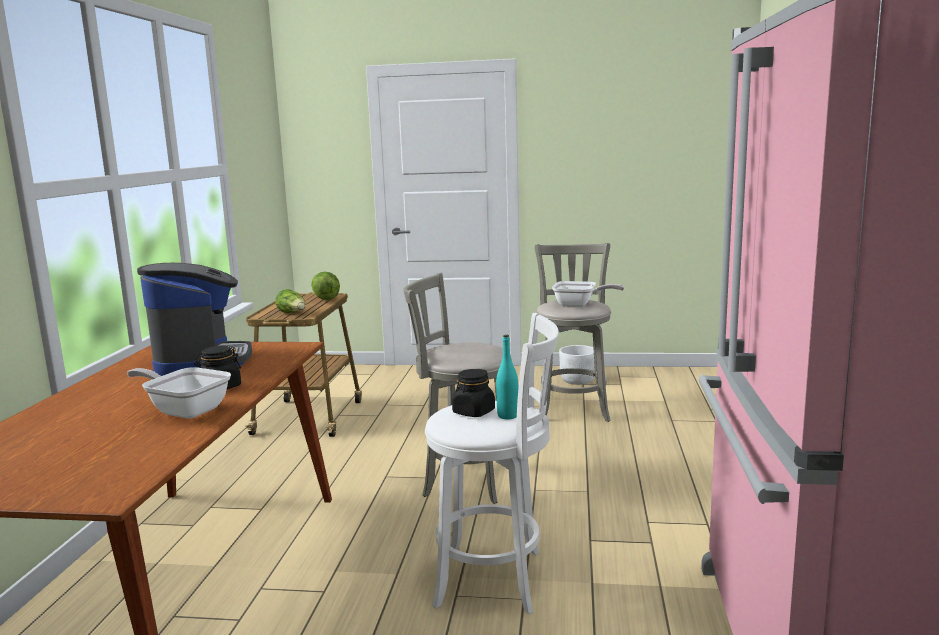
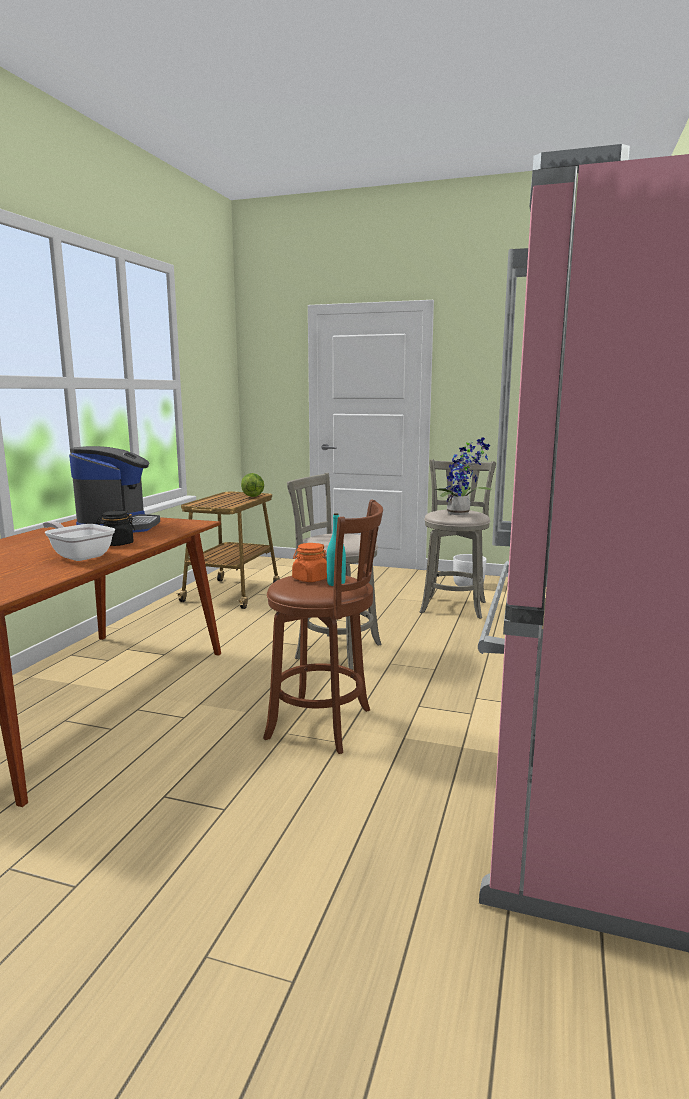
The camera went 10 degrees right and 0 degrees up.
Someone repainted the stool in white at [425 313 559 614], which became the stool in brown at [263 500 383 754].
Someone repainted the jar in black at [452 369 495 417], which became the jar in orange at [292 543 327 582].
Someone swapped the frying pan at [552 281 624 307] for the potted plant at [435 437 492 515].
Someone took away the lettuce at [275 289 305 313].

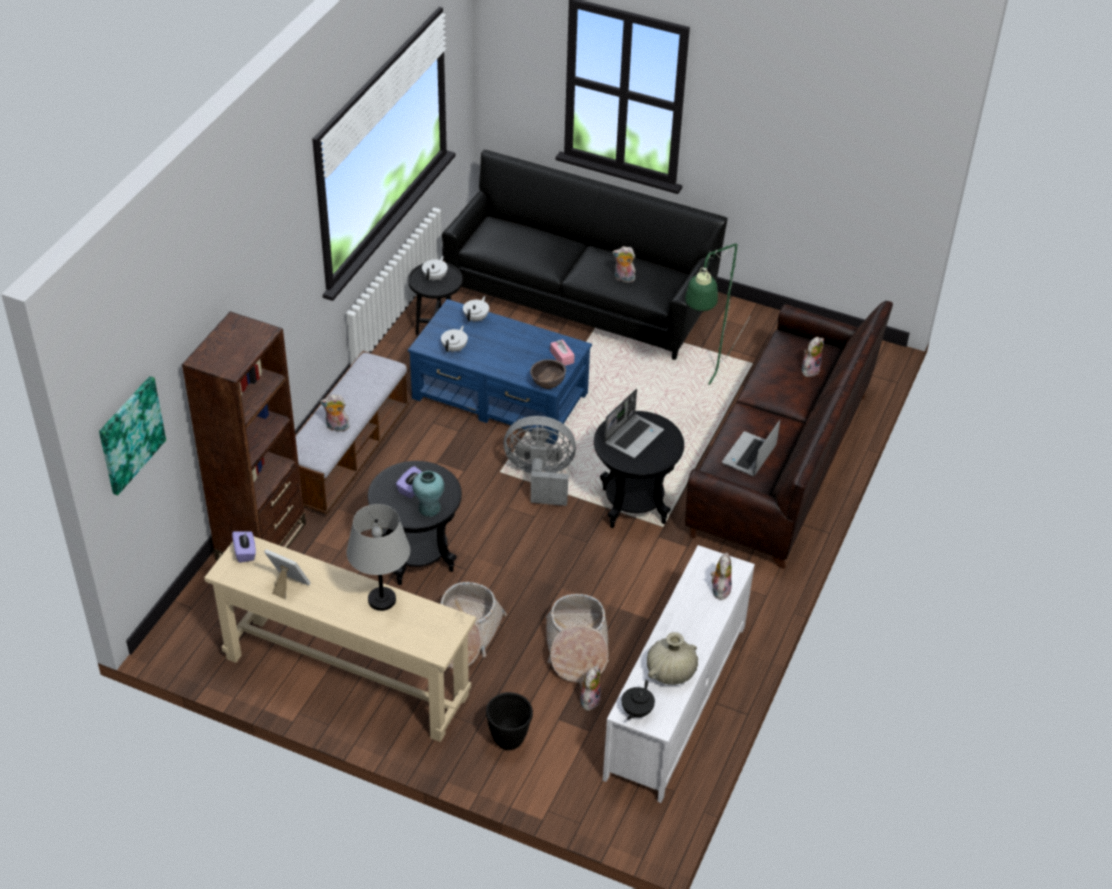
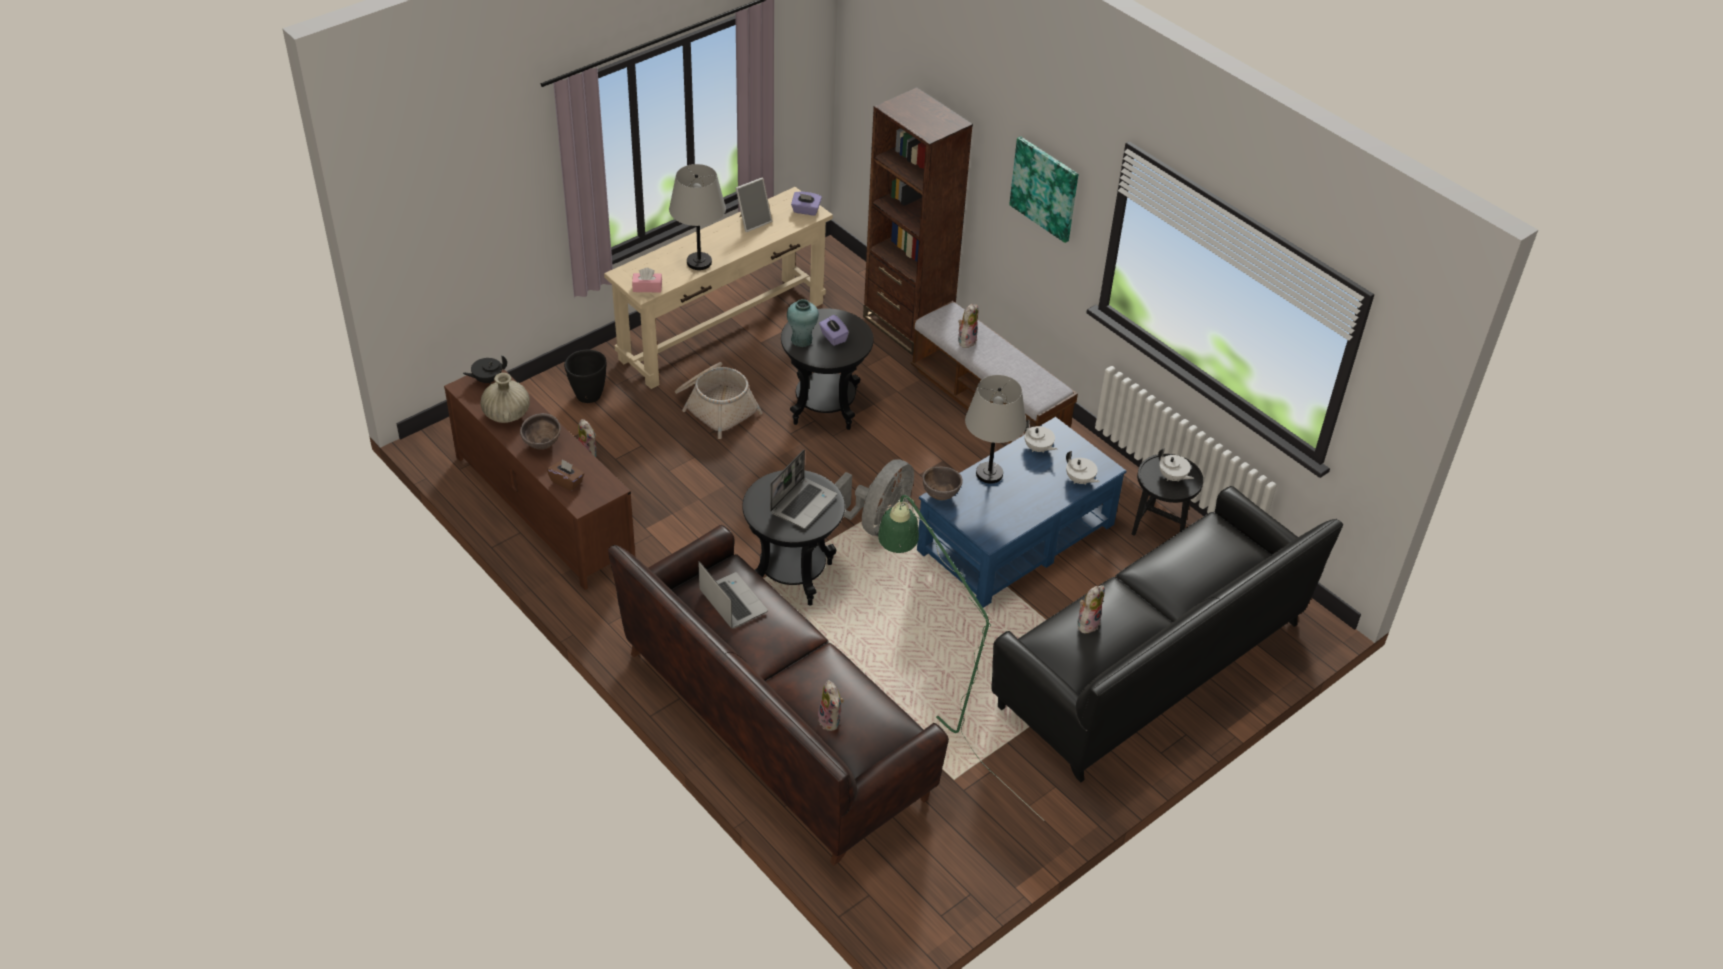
The camera went 115 degrees right and 0 degrees up.
Someone repainted the tv stand in white at [603 545 755 803], which became the tv stand in brown at [444 369 635 590].
Someone rotated the teapot in black at [622 680 655 720] by 75 degrees counterclockwise.
Someone put down the bowl in brown at [520 413 561 449].
Someone swapped the plush toy at [711 553 732 600] for the tissue box in brown at [547 459 584 491].
Someone carried the tissue box in pink from [550 339 574 366] to [632 268 662 292].
Someone rotated the laptop at [604 389 664 458] by 120 degrees counterclockwise.
Someone put down the table lamp in grey at [965 375 1027 484].
Someone carried the picture from [99 376 166 496] to [1009 136 1078 243].
Someone took away the basket at [546 594 609 683].

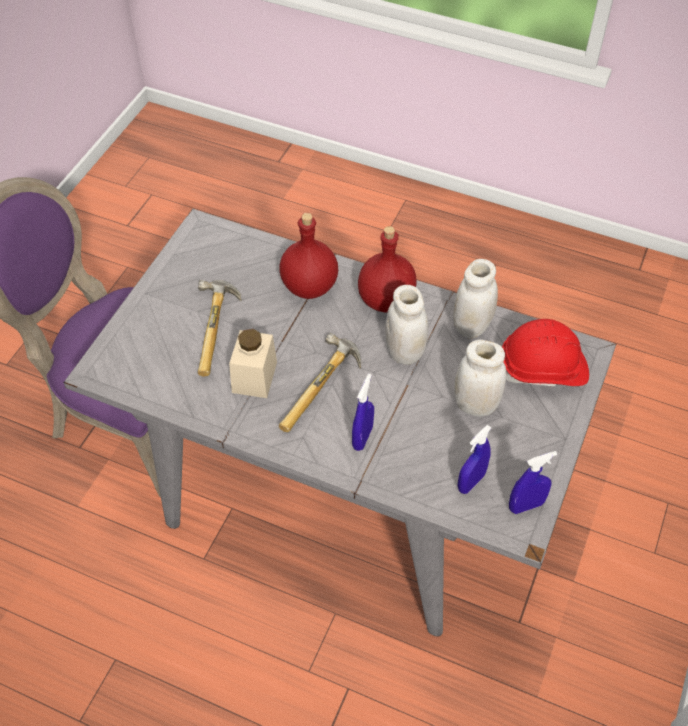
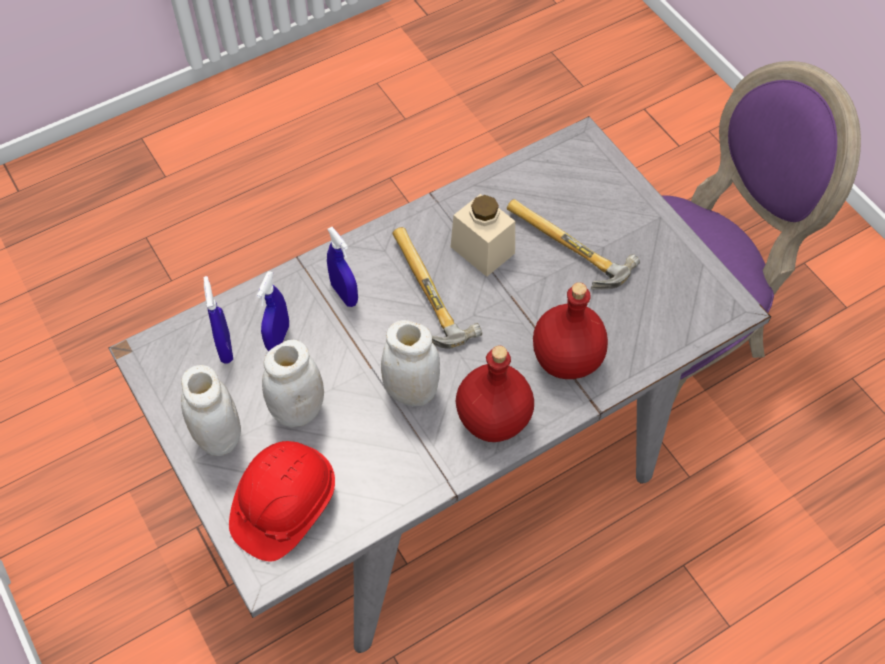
The camera went 125 degrees right and 5 degrees up.
Someone carried the jar in white from [453 259 498 339] to [181 365 241 456].
Someone carried the spray bottle in blue from [509 451 557 514] to [257 271 289 351].

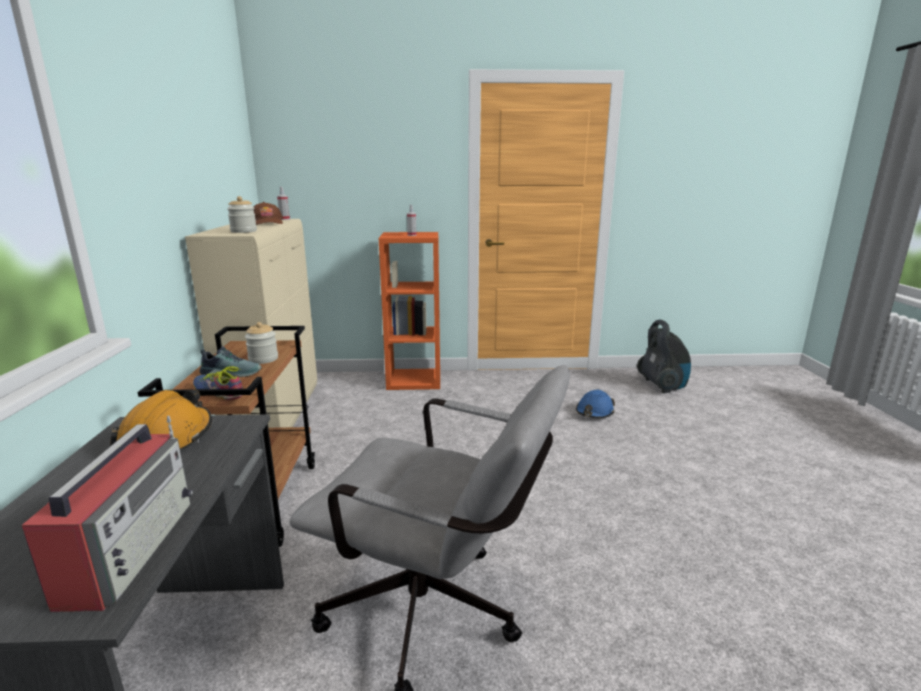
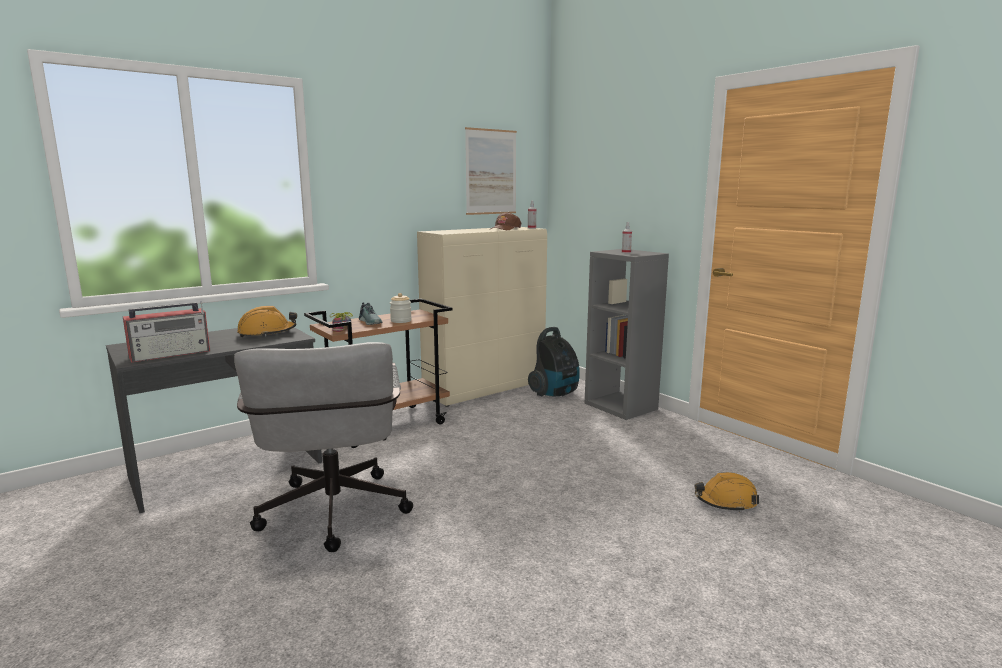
The camera went 55 degrees right and 5 degrees down.
Someone put up the picture at [465 127 517 215].
Someone carried the vacuum cleaner from [637 320 691 393] to [528 327 580 396].
Someone repainted the bookcase in orange at [379 232 440 390], which became the bookcase in grey at [585 249 669 420].
Someone repainted the hard hat in blue at [576 390 615 418], which became the hard hat in orange at [694 472 759 512].
Someone took away the jar at [227 196 257 233].

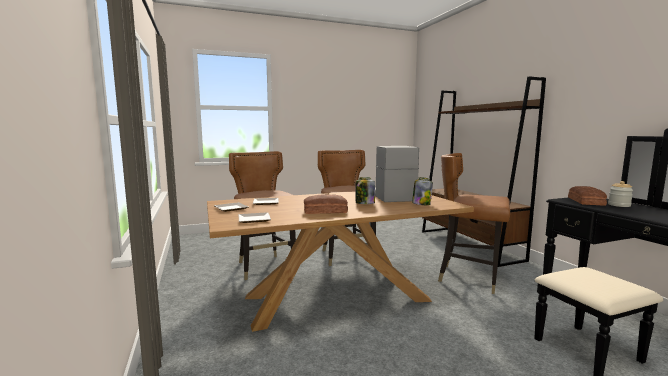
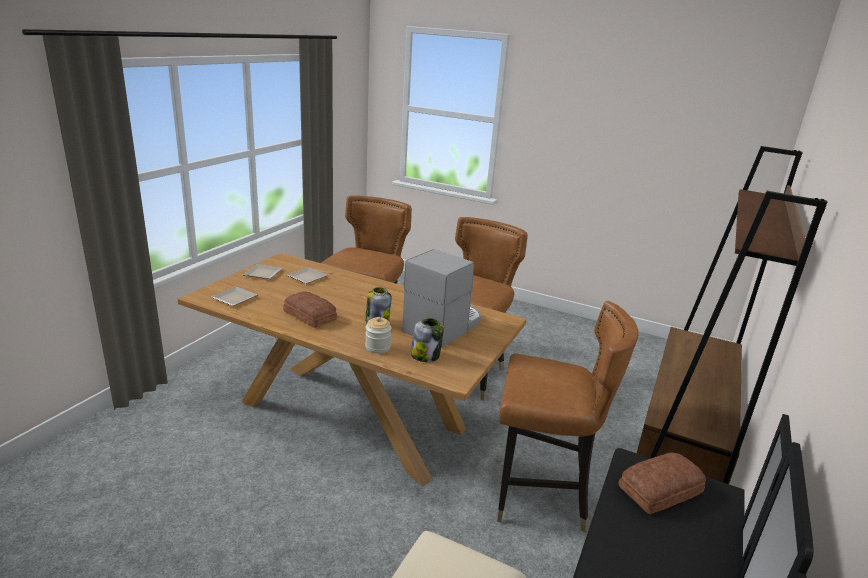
The camera went 45 degrees right and 15 degrees up.
Someone carried the jar from [608 181 633 207] to [365 317 391 354].
Someone rotated the chair in brown at [438 153 510 294] by 120 degrees clockwise.

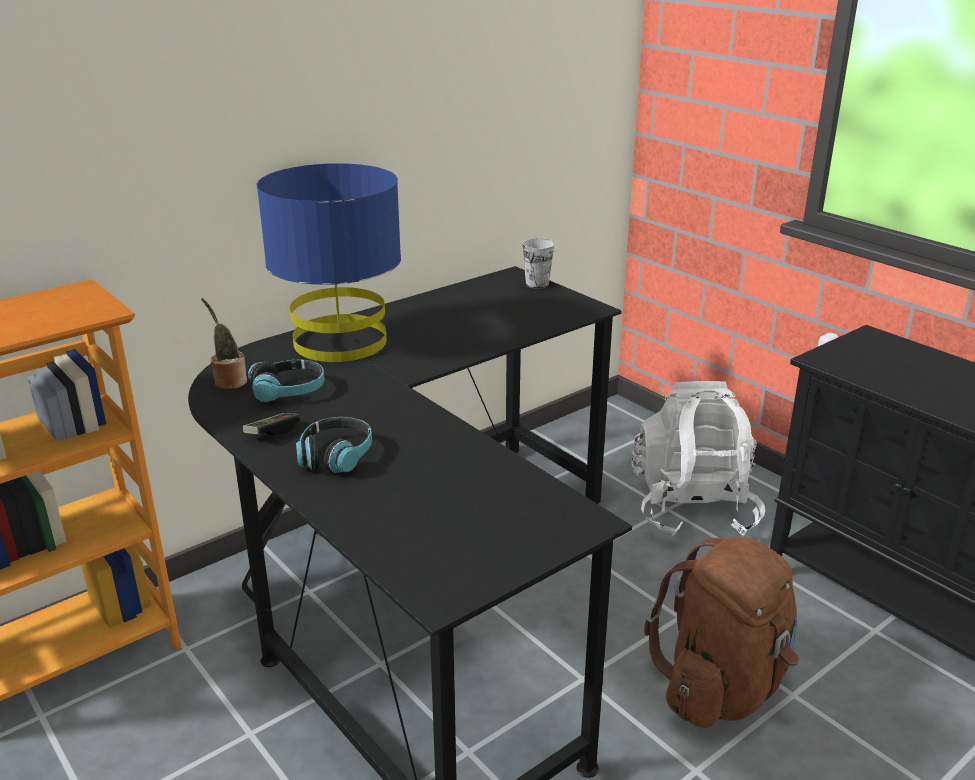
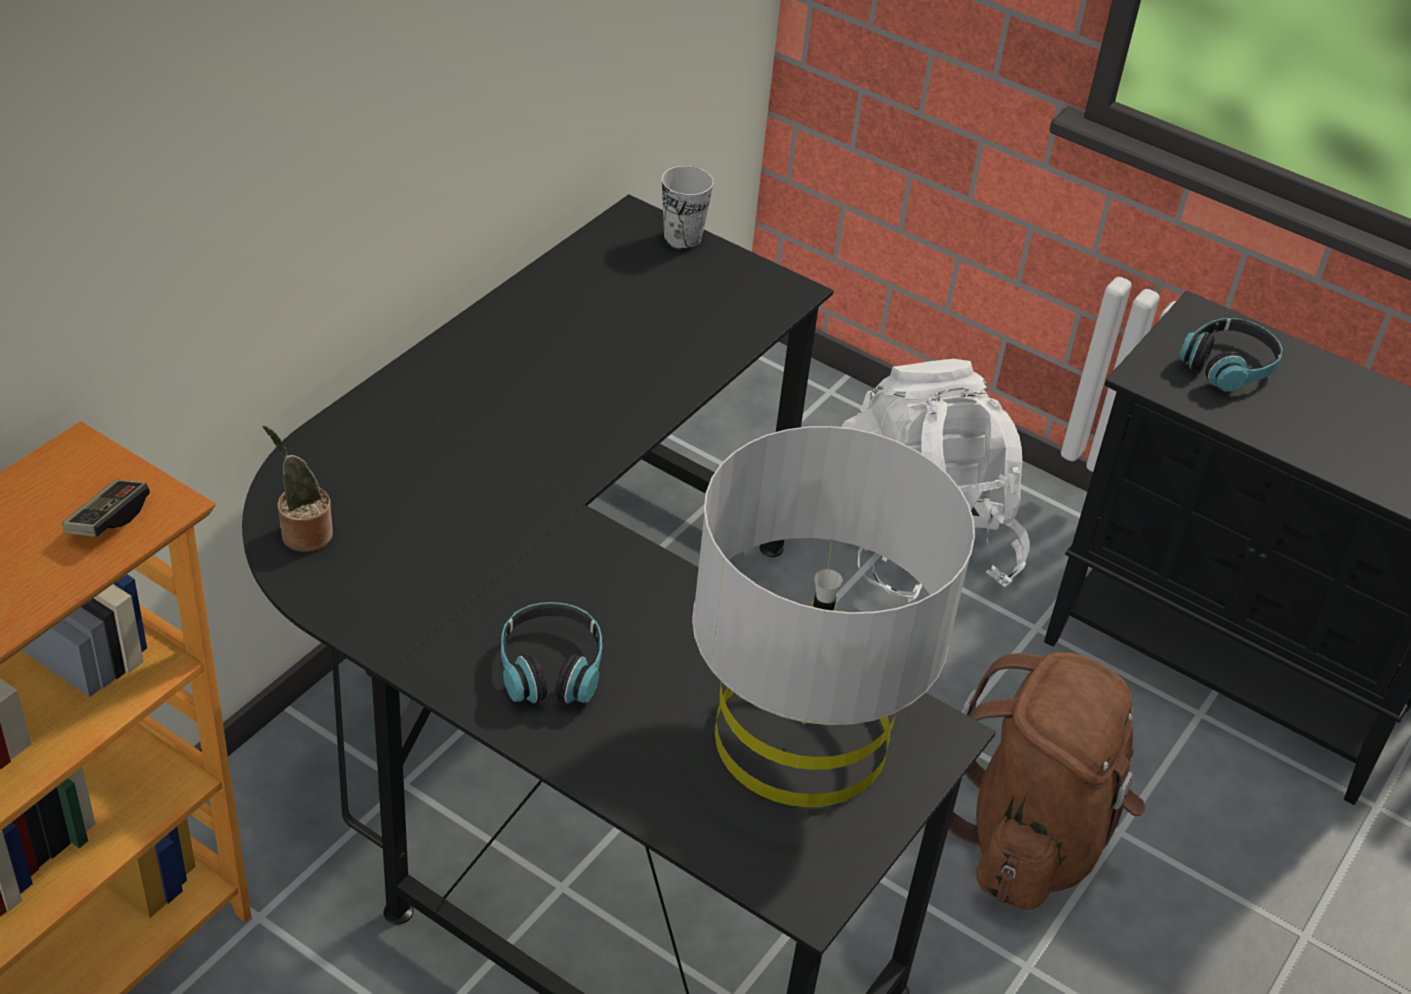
The camera went 20 degrees left and 15 degrees up.
Someone carried the game controller from [243 413 300 435] to [62 480 150 537].
Someone put down the table lamp in grey at [692 426 975 807].
Someone carried the headphones from [248 359 325 402] to [1179 318 1283 392].
Someone took away the table lamp in blue at [257 163 401 362].

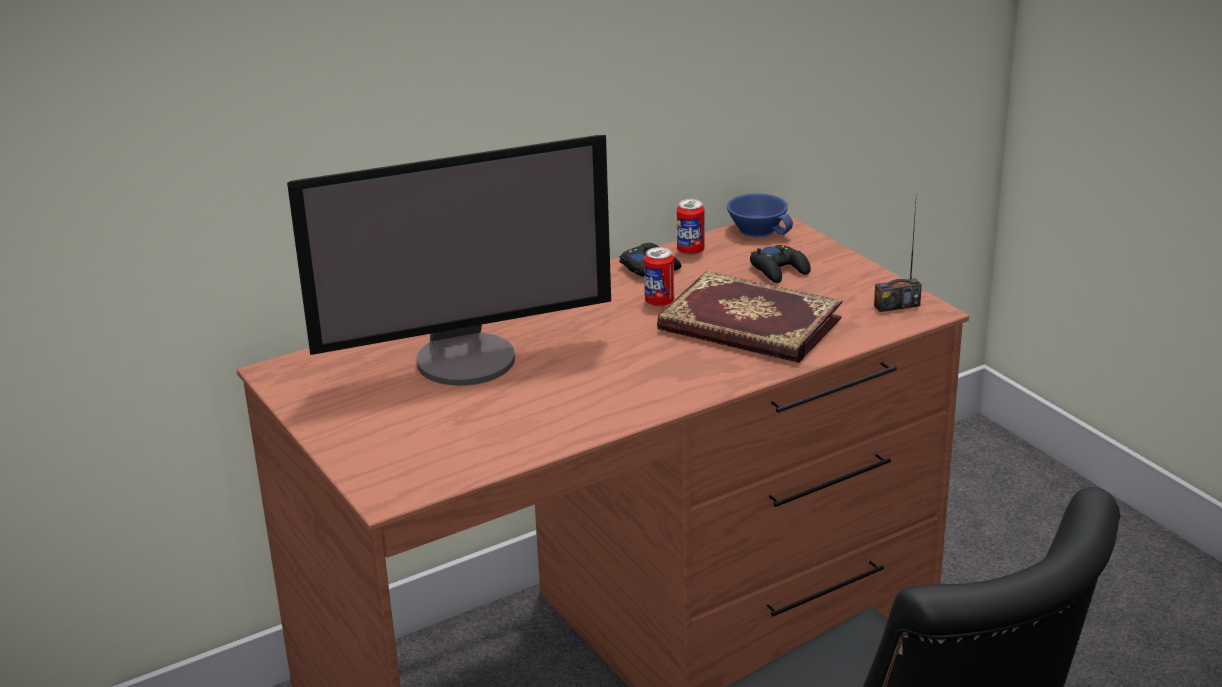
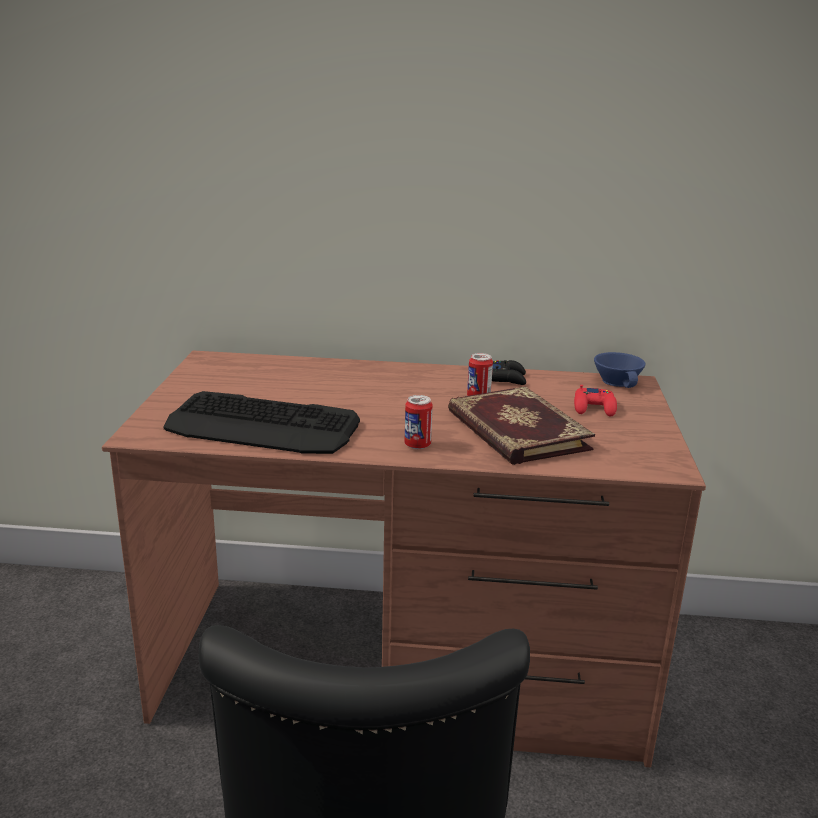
The camera went 35 degrees right and 5 degrees down.
Someone put down the keyboard at [164 391 360 454].
Someone carried the can from [677 199 704 255] to [404 395 433 449].
Someone repainted the game controller in black at [750 245 811 283], which became the game controller in red at [574 385 617 417].
Someone took away the monitor at [287 135 611 386].
Someone took away the radio at [874 203 922 312].

